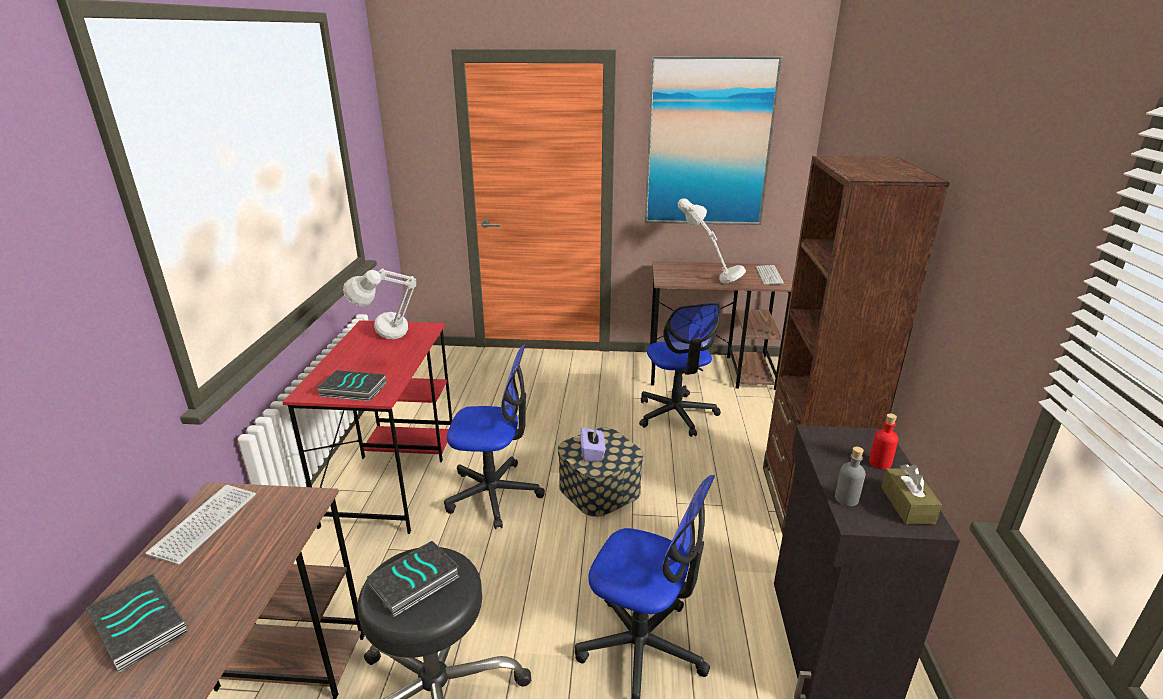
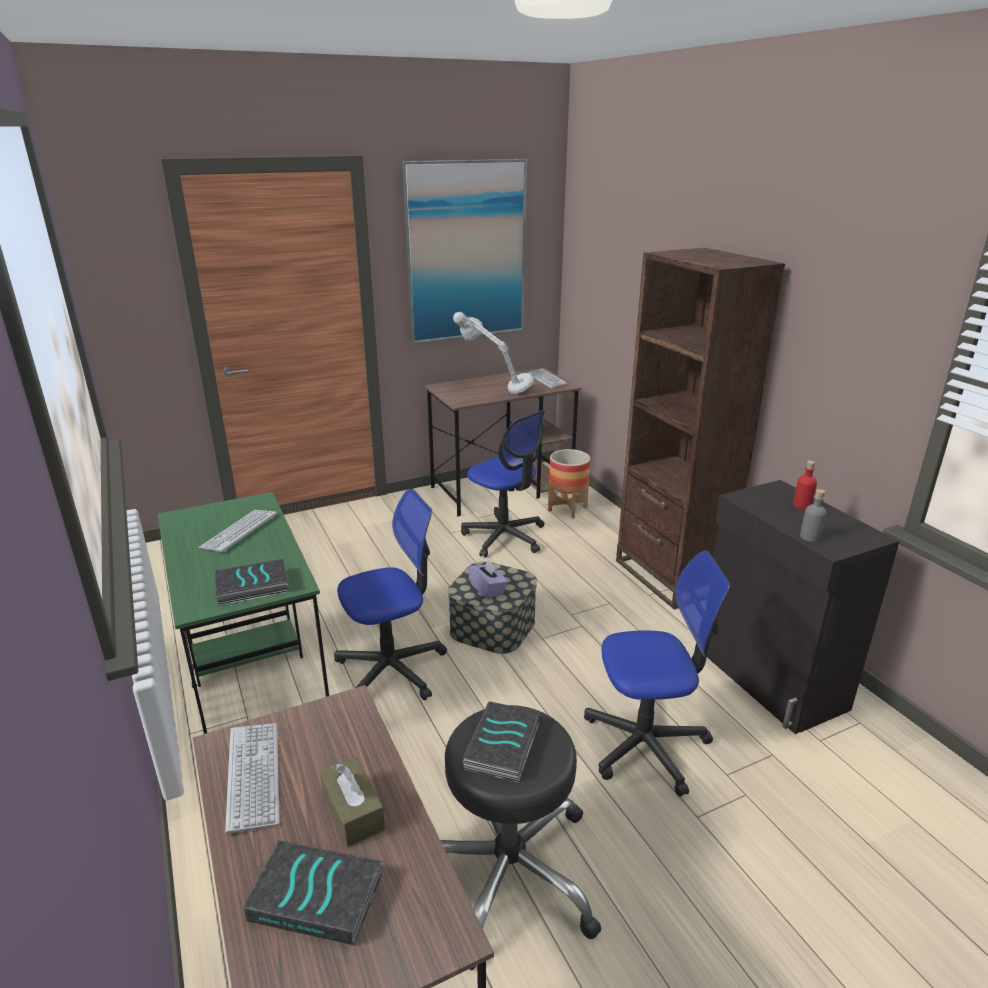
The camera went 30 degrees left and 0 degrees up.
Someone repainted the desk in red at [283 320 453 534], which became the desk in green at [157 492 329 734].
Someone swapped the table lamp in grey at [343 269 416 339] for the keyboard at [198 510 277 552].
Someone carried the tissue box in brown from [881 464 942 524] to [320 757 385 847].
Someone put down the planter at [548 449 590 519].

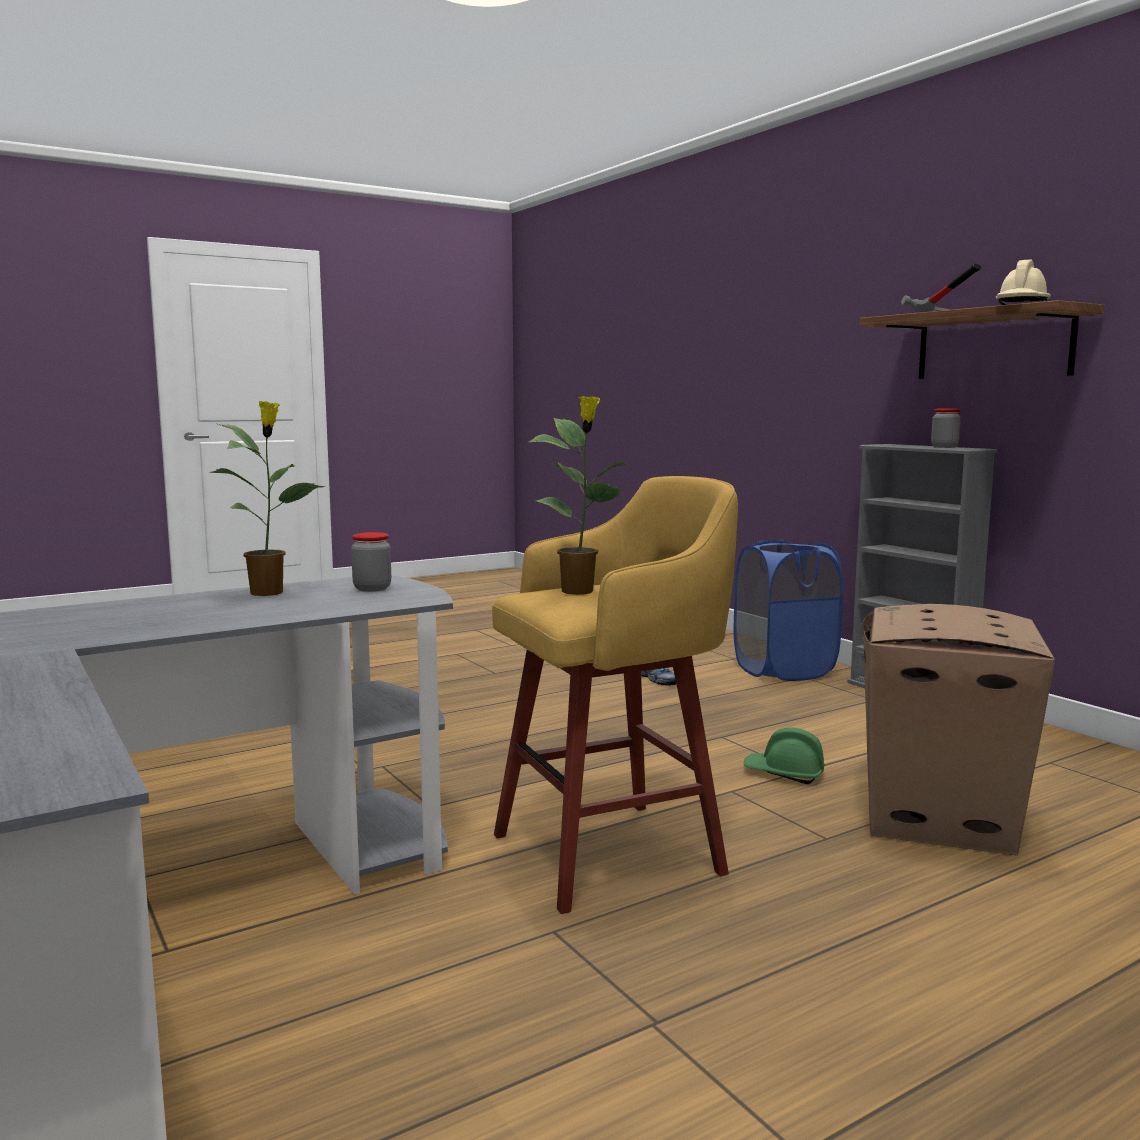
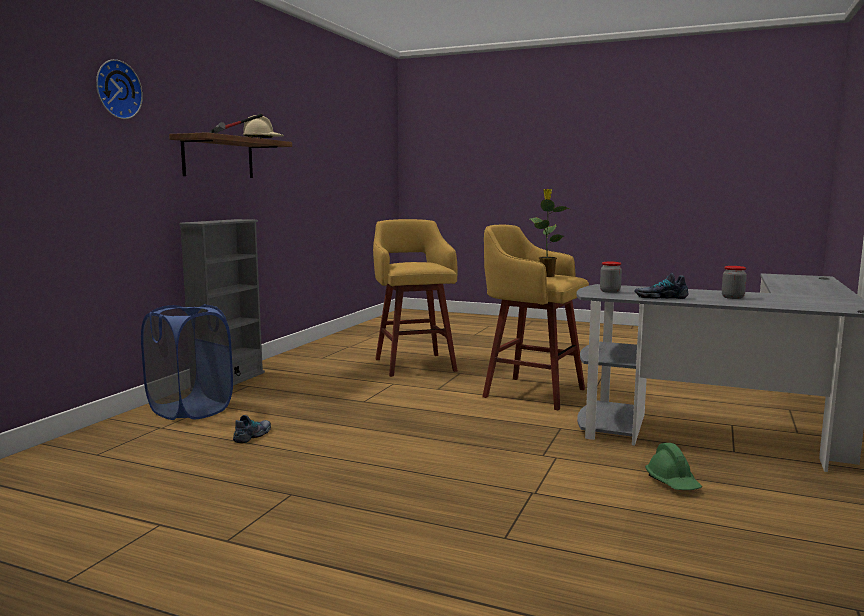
The camera went 125 degrees left and 0 degrees up.
Someone put up the wall clock at [96 59 143 119].
Someone swapped the cardboard box at [863 604 1055 856] for the stool in yellow at [373 219 458 377].
Someone swapped the potted plant at [210 401 326 596] for the shoe at [634 273 688 299].
Someone carried the hard hat in green from [744 728 824 784] to [645 443 702 490].
Someone carried the jar from [931 408 961 448] to [722 266 747 299].

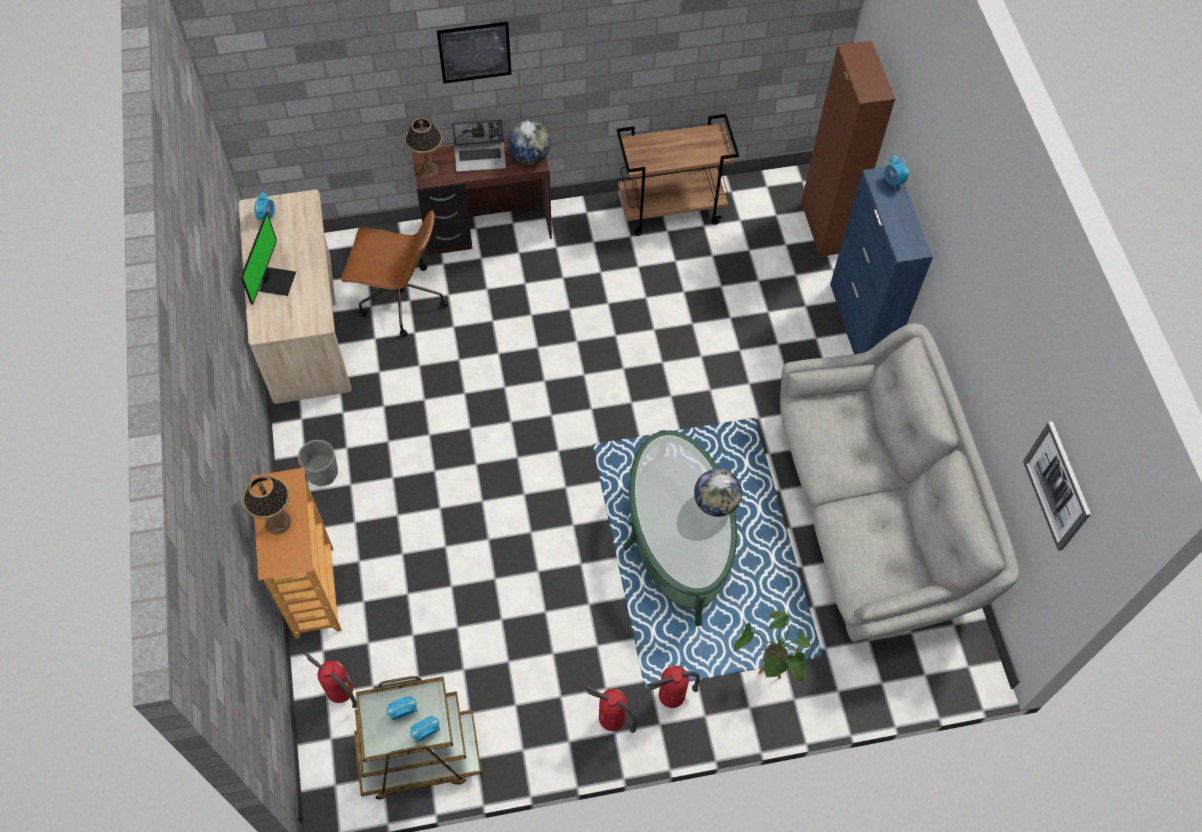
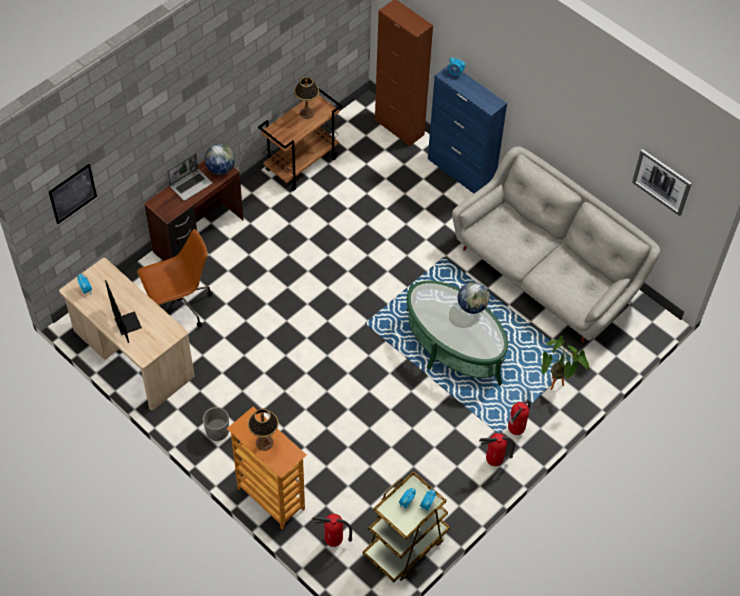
The camera went 35 degrees left and 5 degrees down.
Someone carried the picture from [437 22 512 84] to [49 164 97 224].
Someone carried the table lamp from [405 118 442 179] to [294 77 319 119].

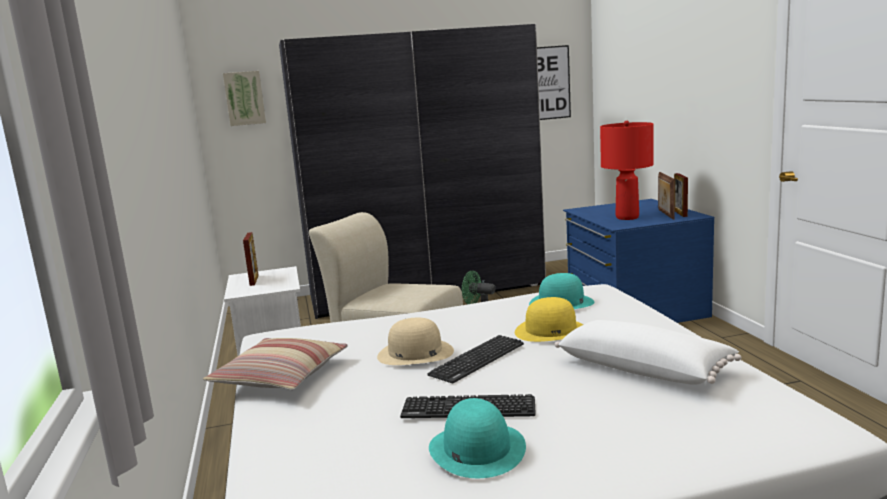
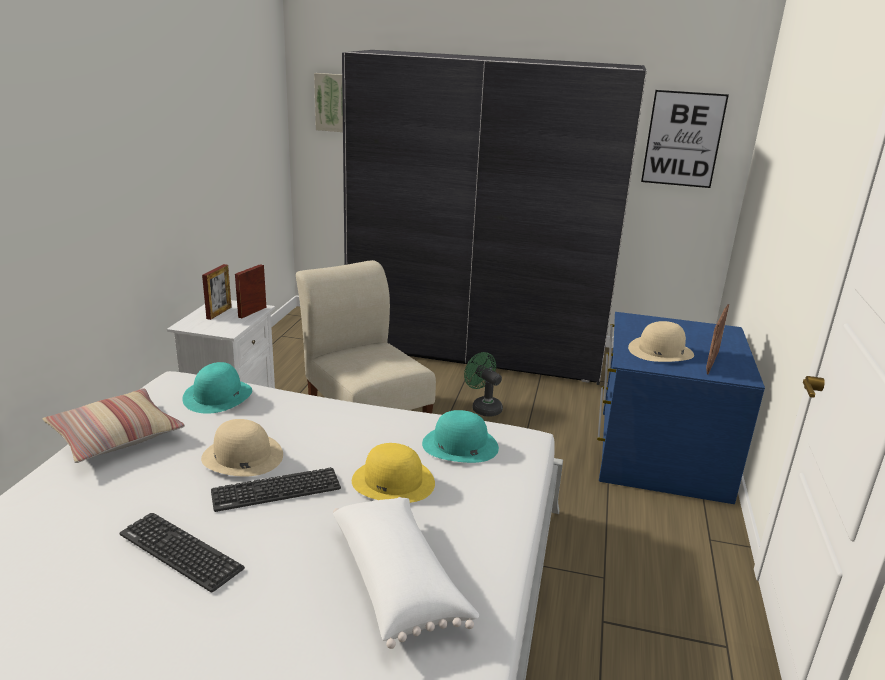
The camera went 25 degrees right and 10 degrees up.
Someone carried the hat in turquoise from [429 398 526 478] to [182 362 252 414].
Someone carried the picture frame from [674 173 688 217] to [235 264 266 318].
Someone swapped the table lamp in red at [600 121 654 220] for the hat in beige at [628 321 694 362].

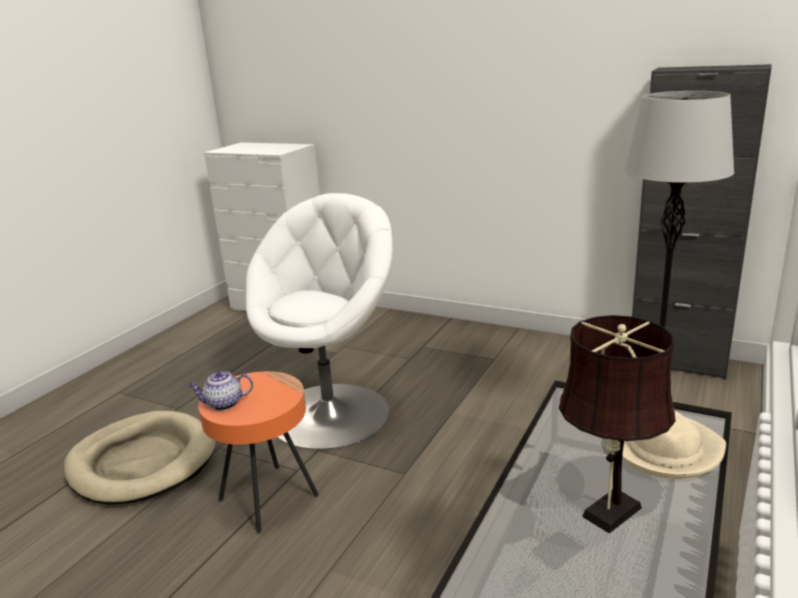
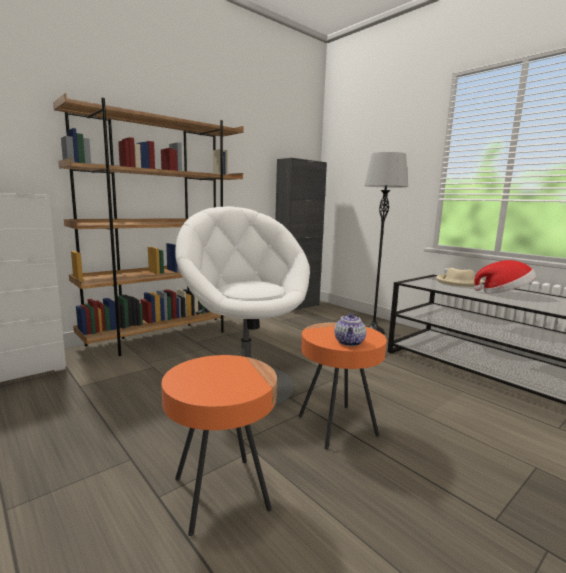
The camera went 70 degrees left and 10 degrees down.
Someone put down the bookcase in brown at [53 93 243 356].
Someone swapped the dog bed in beige at [64 411 215 505] for the side table in orange at [161 355 277 536].
Someone swapped the table lamp in brown at [559 315 676 533] for the hat at [474 260 536 294].

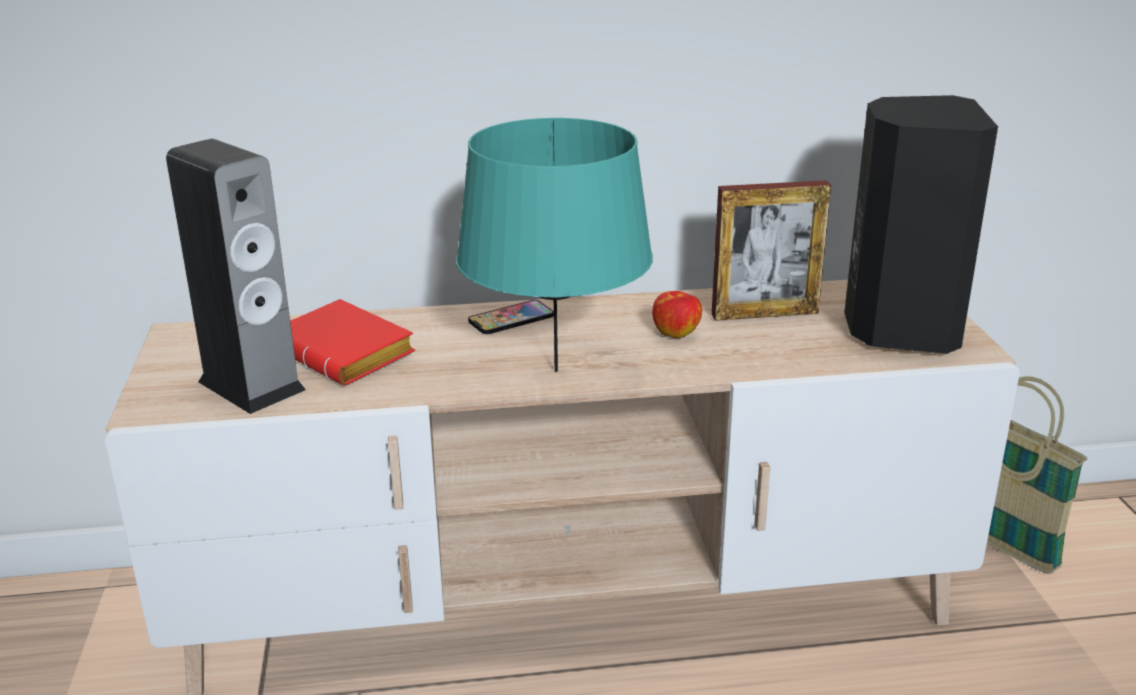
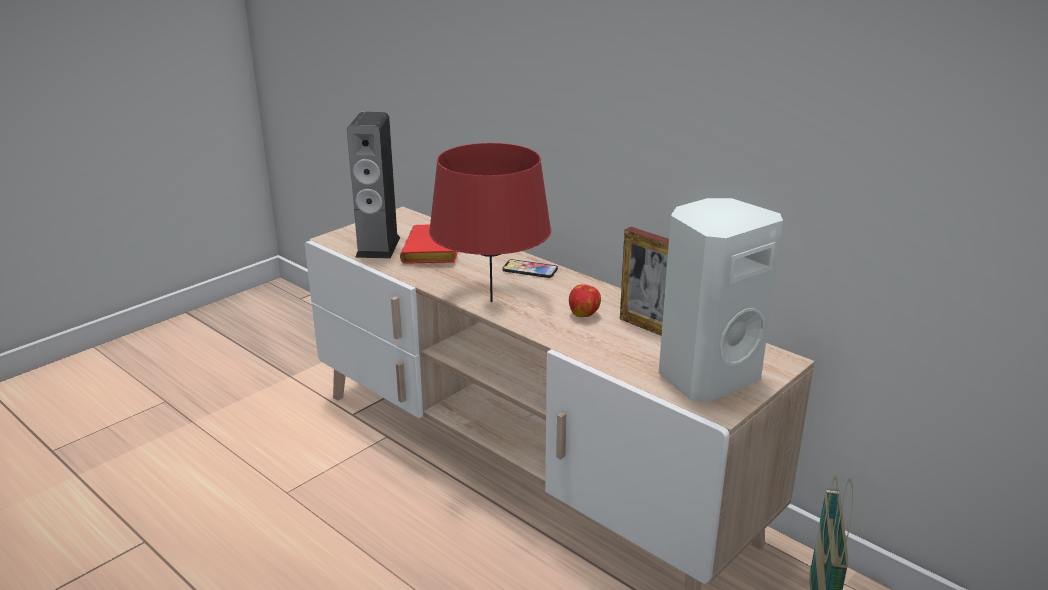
The camera went 50 degrees right and 0 degrees up.
Someone repainted the table lamp in turquoise at [456 118 653 372], which became the table lamp in red at [429 143 551 302].
Someone repainted the speaker in black at [844 95 998 354], which became the speaker in white at [659 198 783 402].

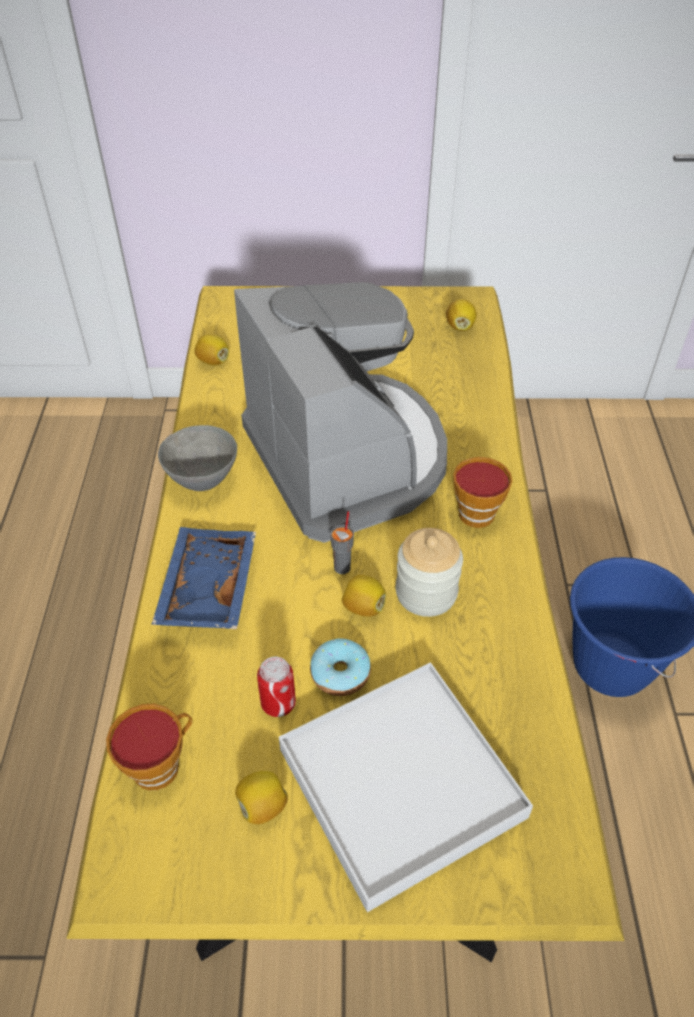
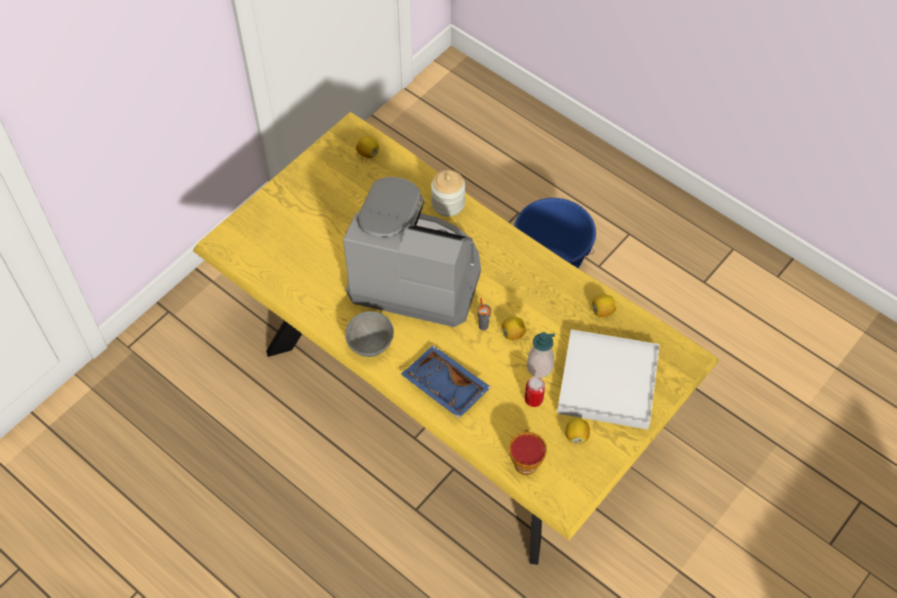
The camera went 50 degrees left and 10 degrees up.
Someone carried the jar from [396 528 463 617] to [431 170 465 217].
Someone swapped the donut at [310 638 371 696] for the soap dispenser at [527 332 555 378].
Someone carried the lemon from [195 334 229 365] to [592 294 616 317].
Someone took away the cup at [453 457 512 528].

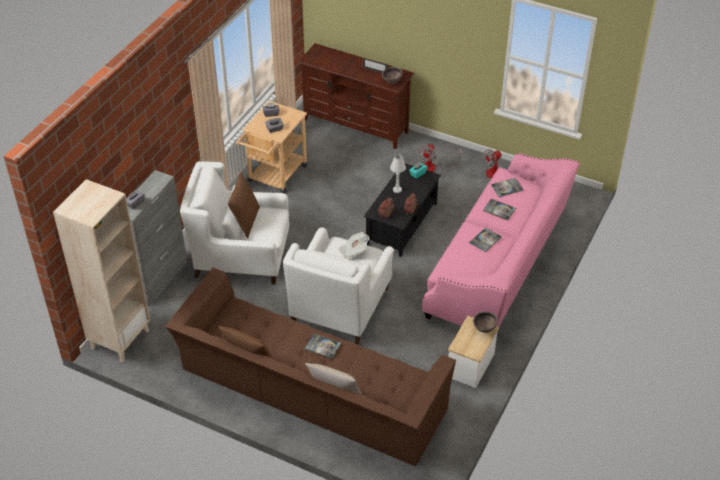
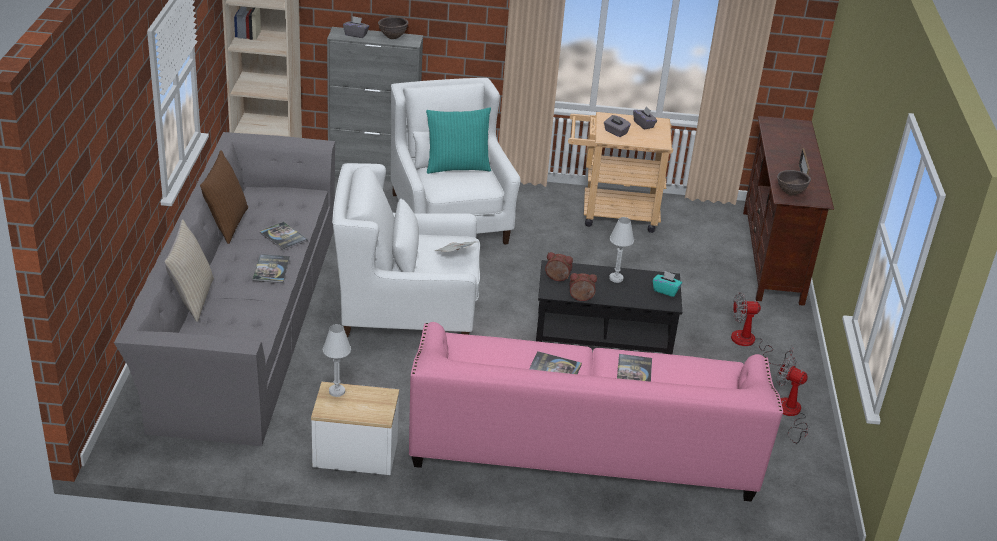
The camera went 65 degrees right and 10 degrees down.
Someone repainted the sofa in brown at [165 268 456 467], which became the sofa in grey at [114 132 335 446].
Someone carried the book from [491 178 523 197] to [260 222 308 250].
Someone put down the table lamp in white at [323 324 351 397].
Someone carried the bowl in brown from [473 311 498 333] to [378 17 408 39].
Someone repainted the pillow in brown at [228 172 260 238], which became the pillow in turquoise at [426 107 491 174].

